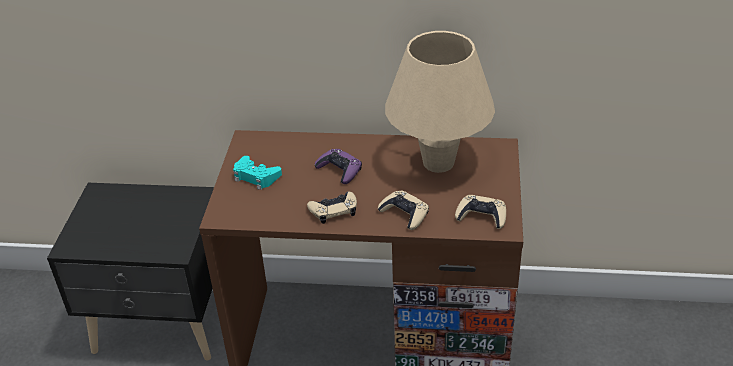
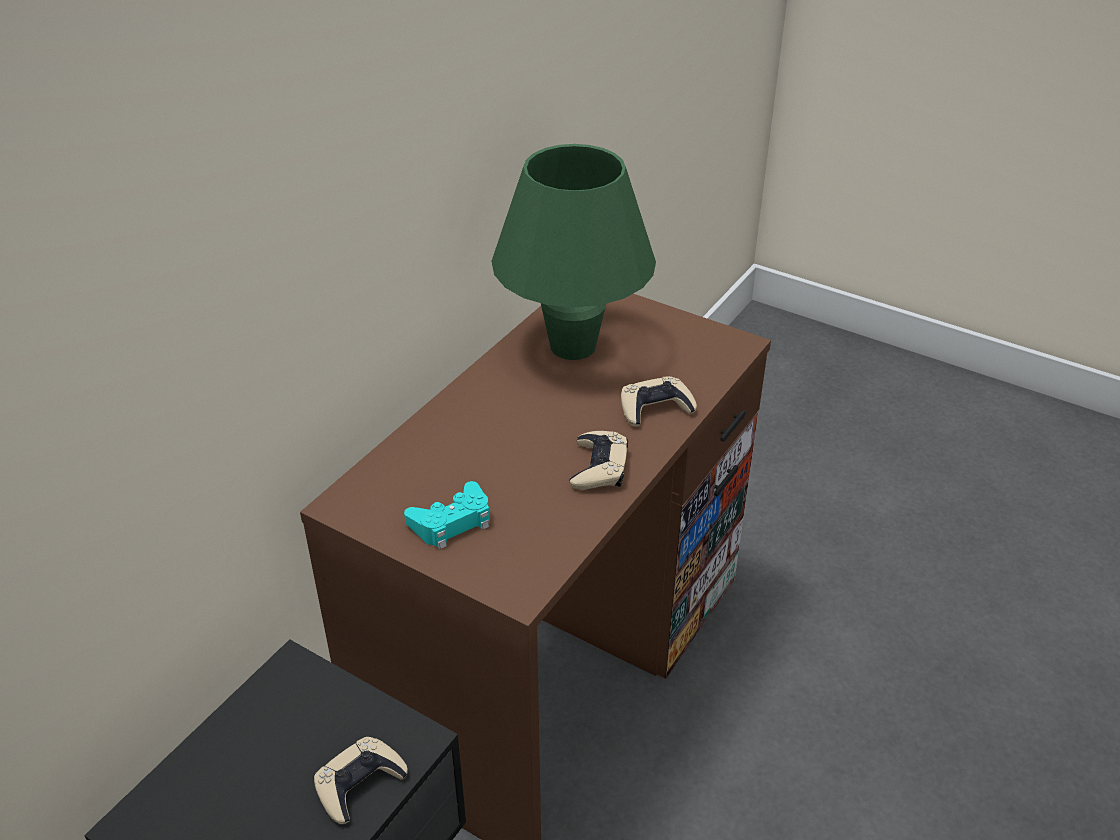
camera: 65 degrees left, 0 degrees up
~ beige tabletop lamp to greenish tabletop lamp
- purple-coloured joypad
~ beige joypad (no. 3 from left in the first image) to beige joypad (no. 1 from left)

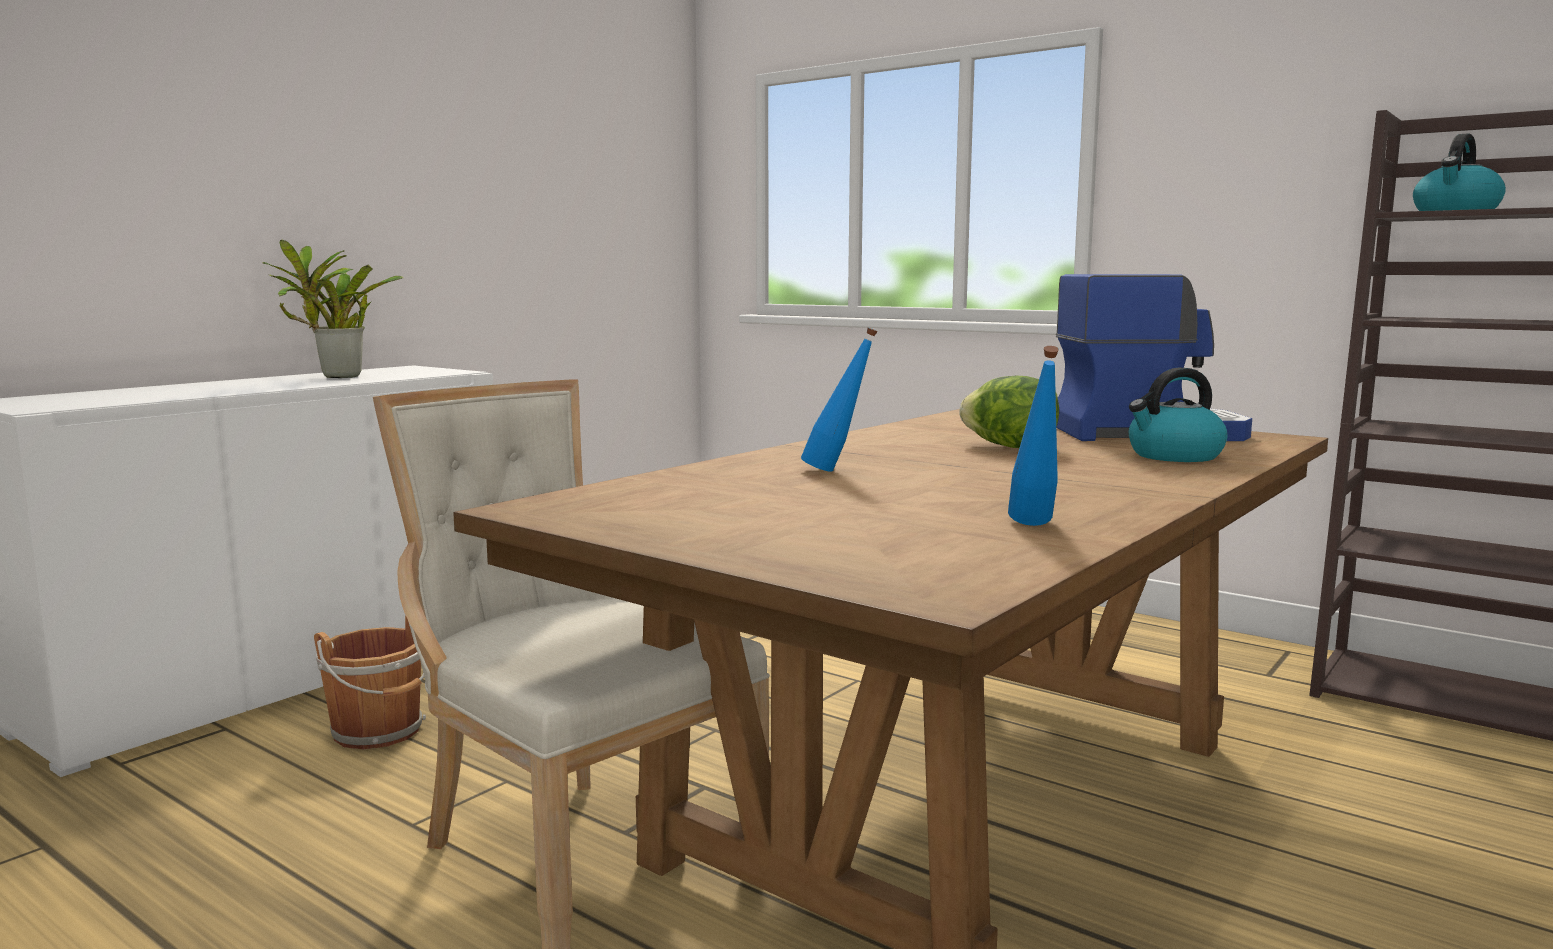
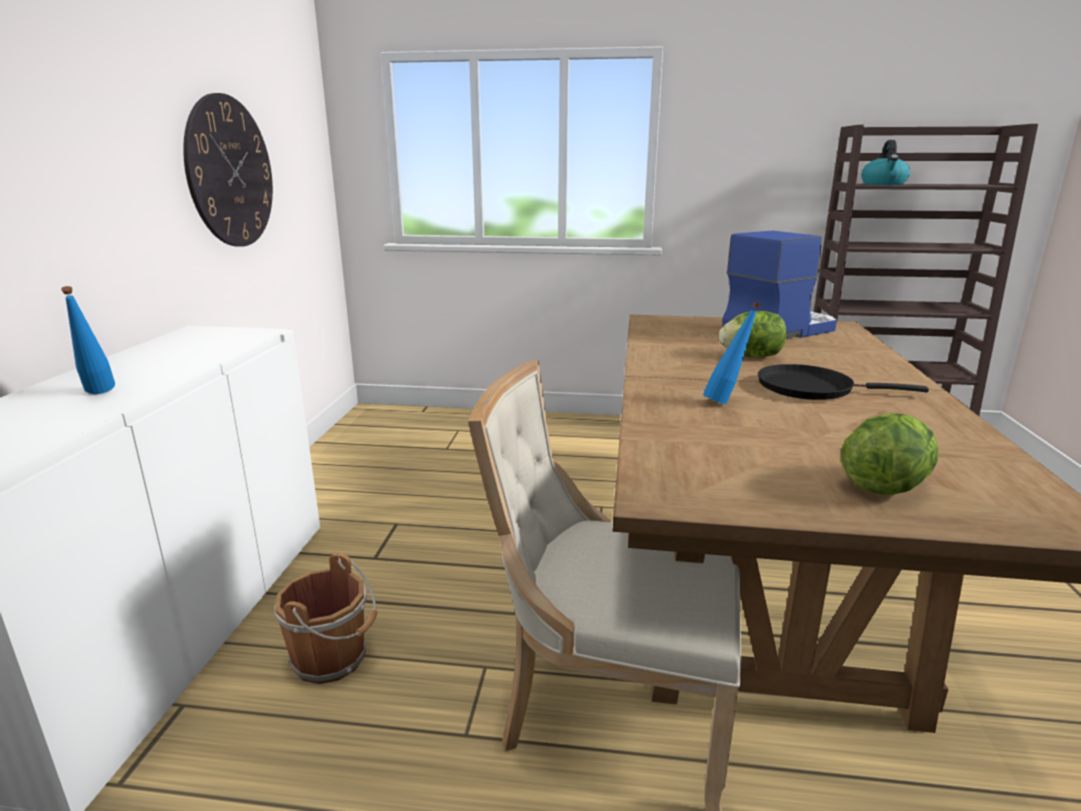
camera: 30 degrees left, 10 degrees up
- plant in a pot
~ bluish drink bottle (no. 2 from left in the first image) to bluish drink bottle (no. 1 from left)
- water kettle (no. 1 from left)
+ hanging clock
+ black-coloured frying pan
+ lettuce head (no. 2 from left)

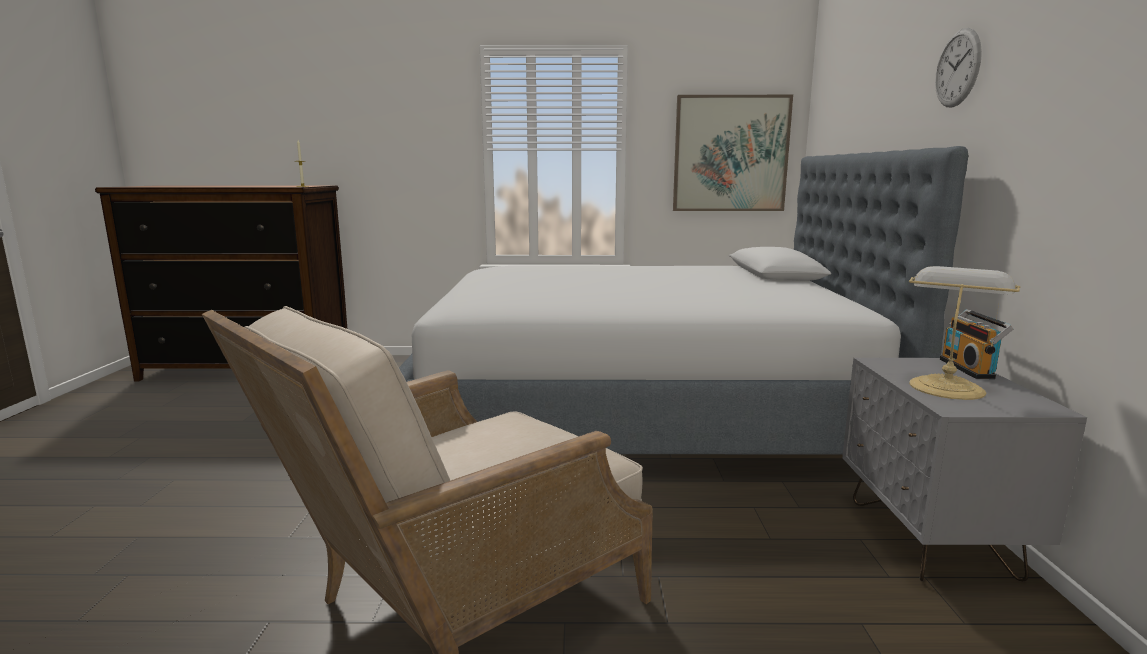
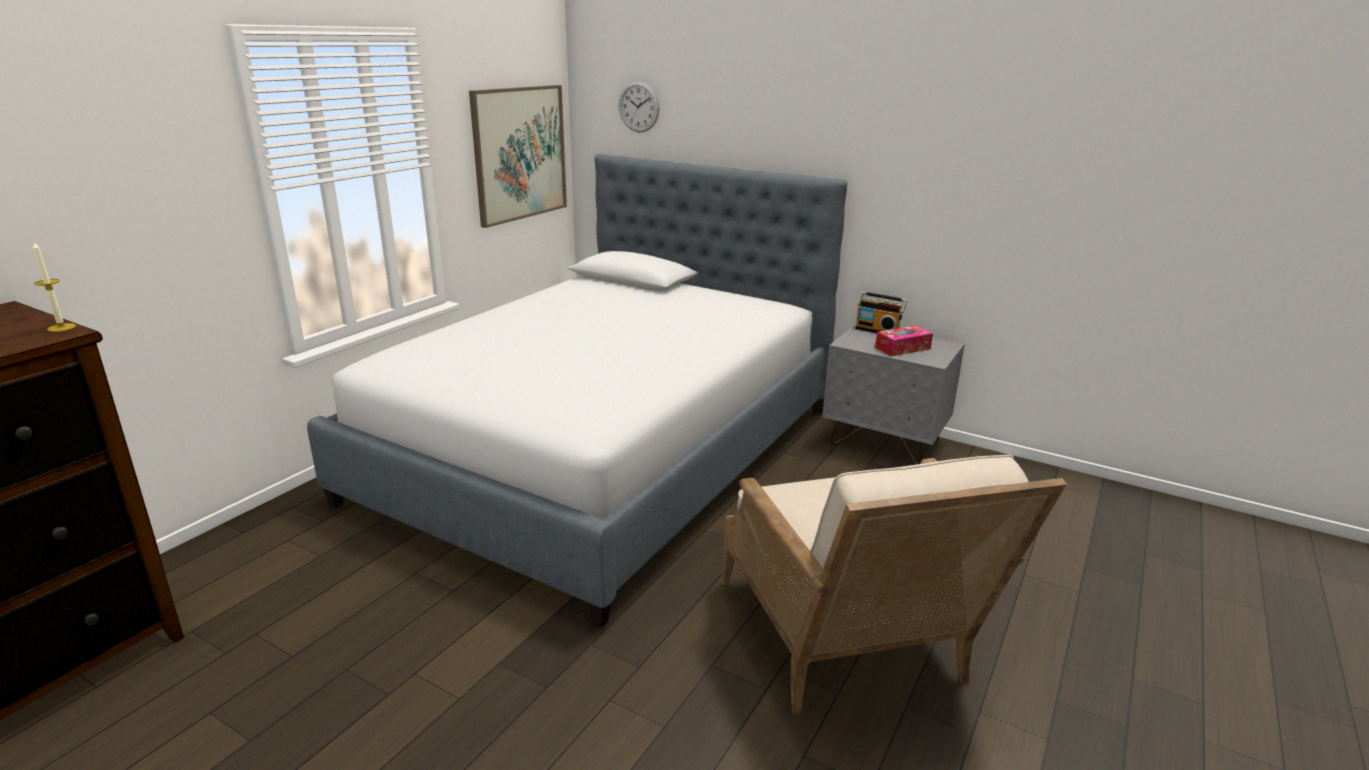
camera: 60 degrees left, 10 degrees up
~ hanging clock
~ tabletop lamp to tissue box

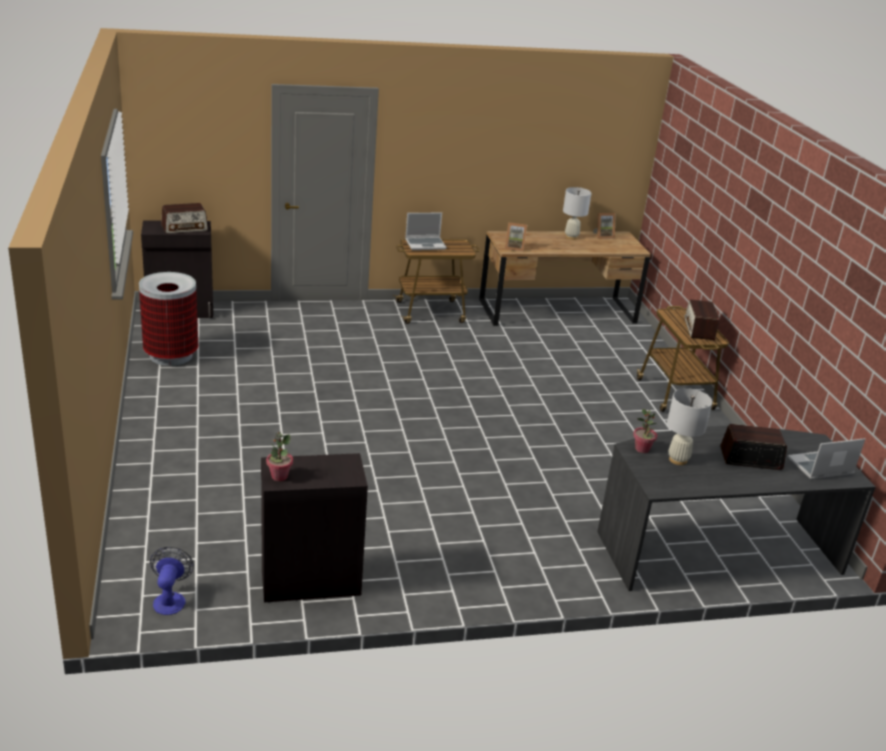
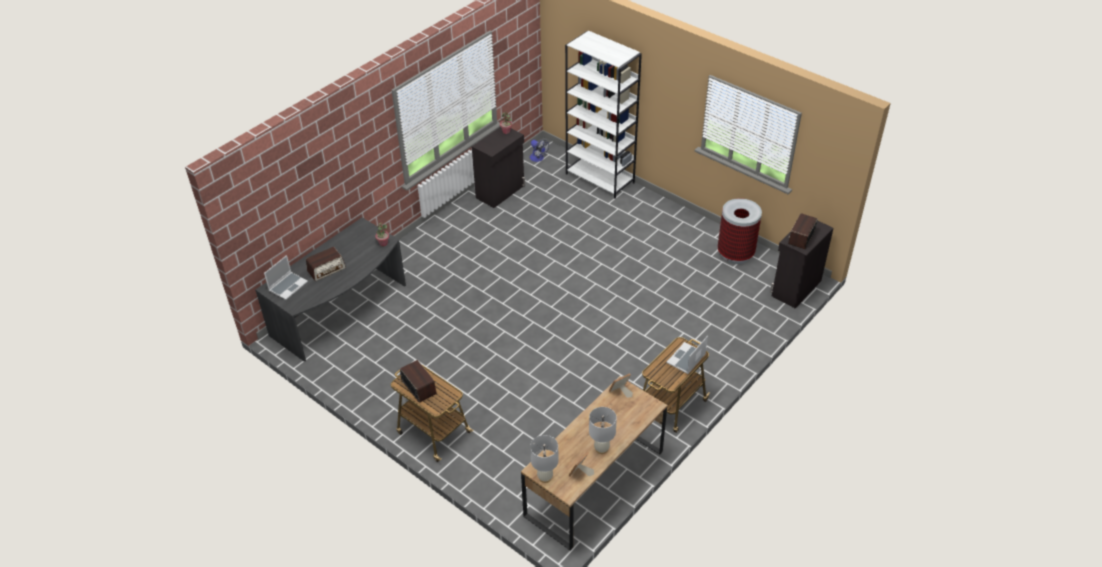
camera: 145 degrees right, 15 degrees up
~ whitish tabletop lamp (no. 2 from left in the first image) to whitish tabletop lamp (no. 1 from left)
+ whitish bookcase

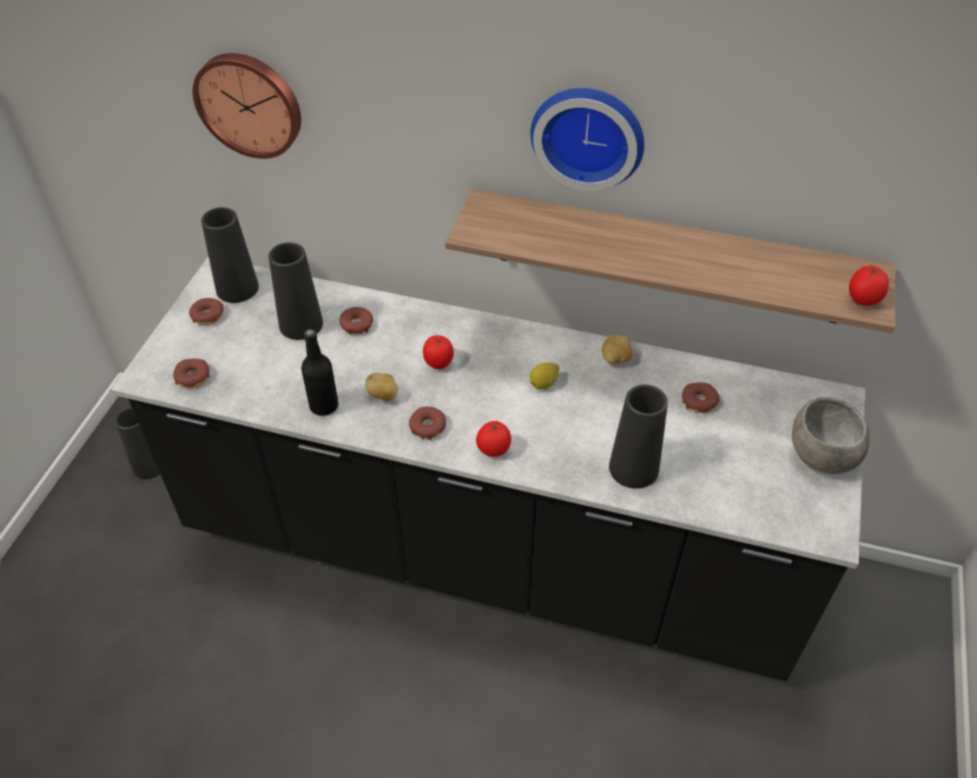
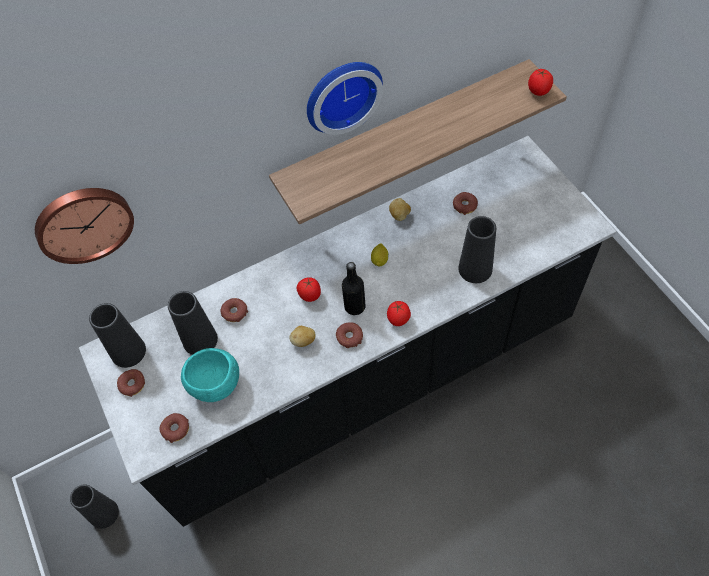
camera: 40 degrees left, 10 degrees up
~ black-coloured drink bottle
- greyish deep dish
+ blue-green deep dish

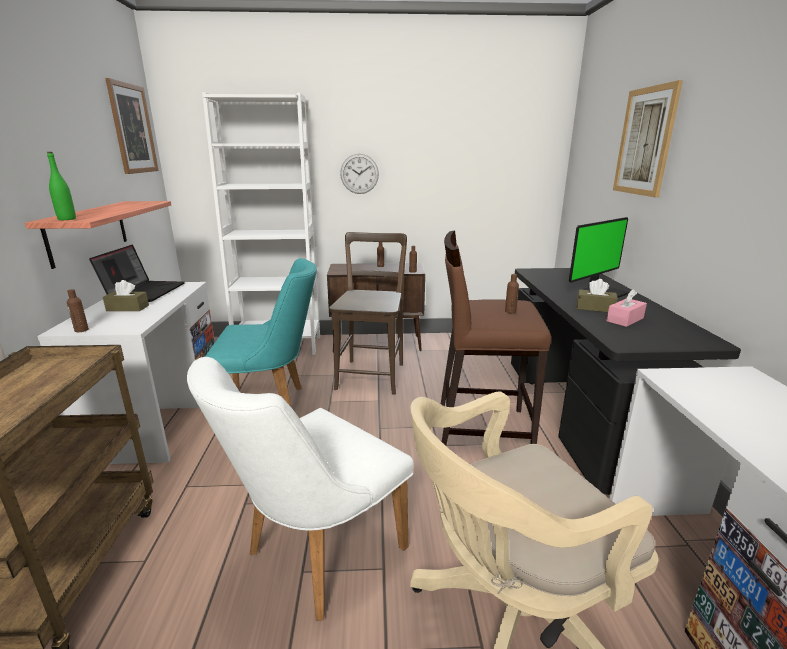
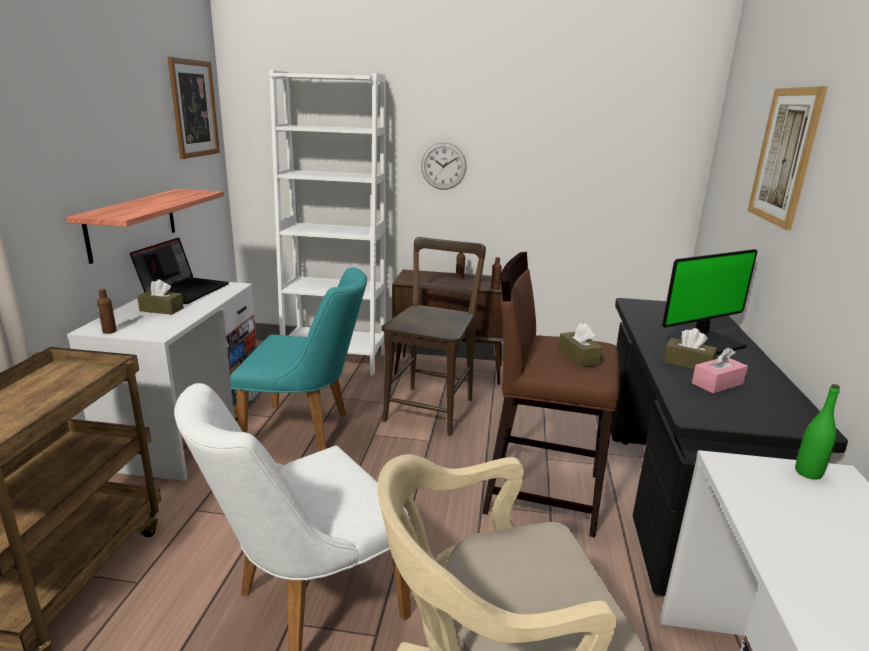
camera: 10 degrees right, 0 degrees up
~ greenish drink bottle
~ brown-coloured drink bottle (no. 4 from left) to brown-coloured tissue box (no. 2 from left)

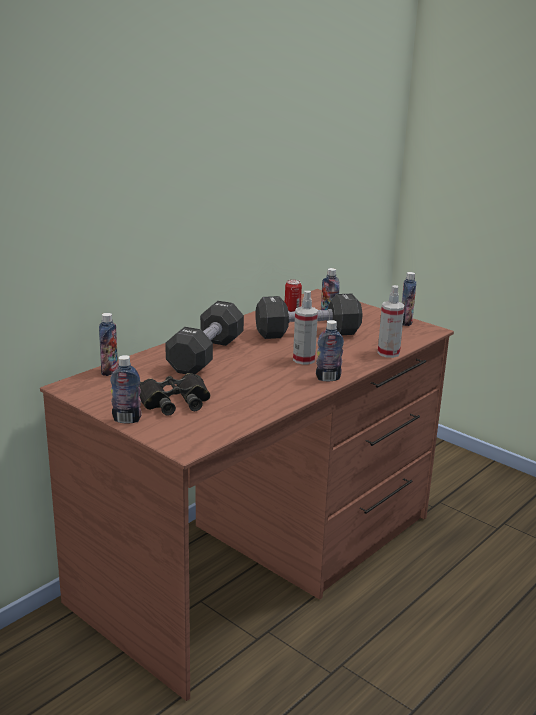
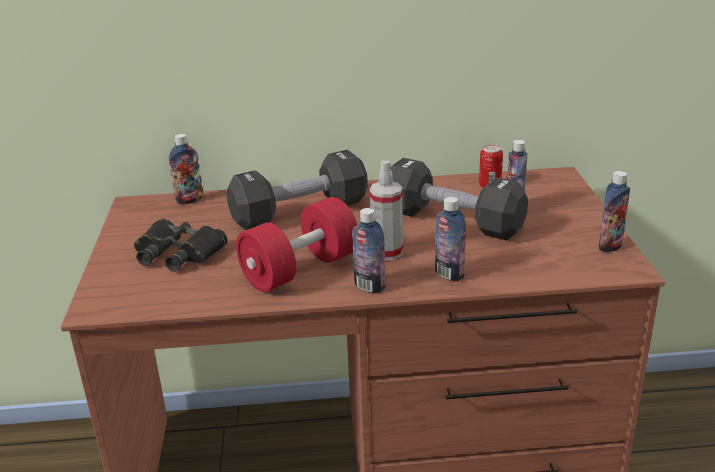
camera: 45 degrees right, 5 degrees up
- hand sprayer (no. 2 from left)
~ drink bottle (no. 2 from left in the first image) to drink bottle (no. 3 from left)
+ red-coloured dumbbell

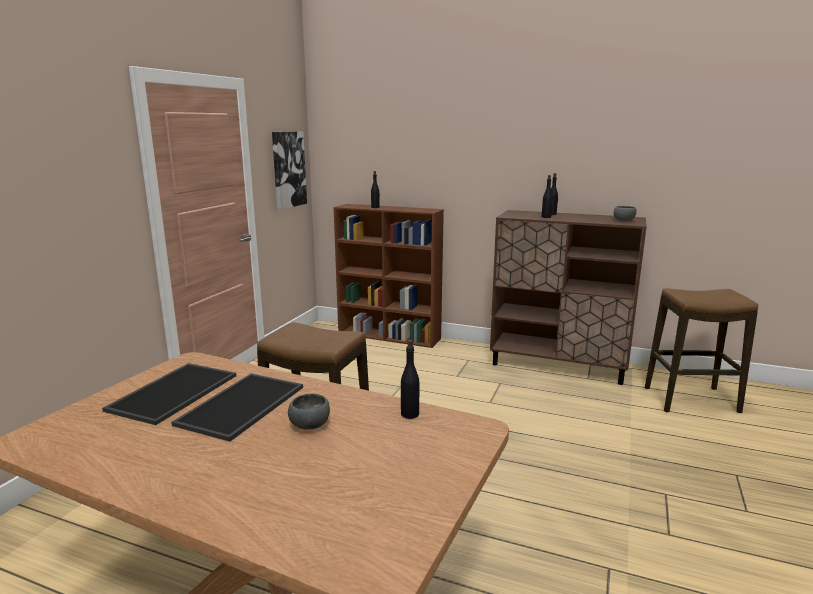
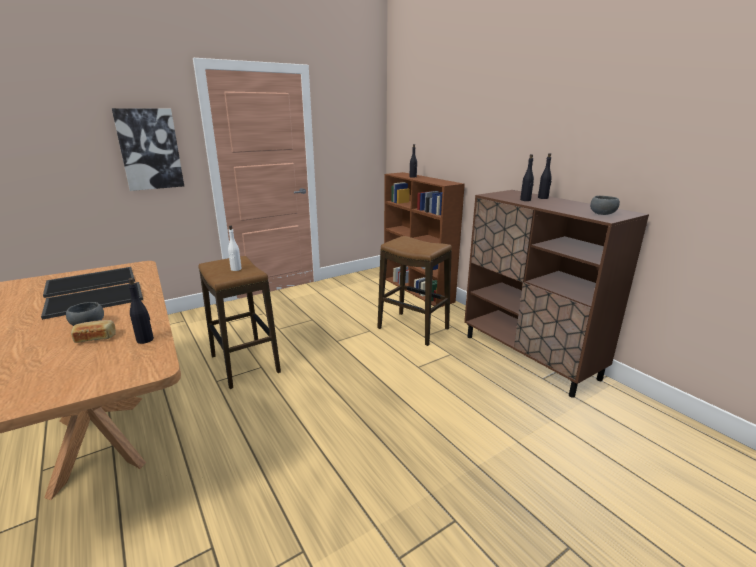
camera: 35 degrees right, 5 degrees up
~ picture
~ stool (no. 2 from left)
+ whitish drink bottle
+ baked bread

